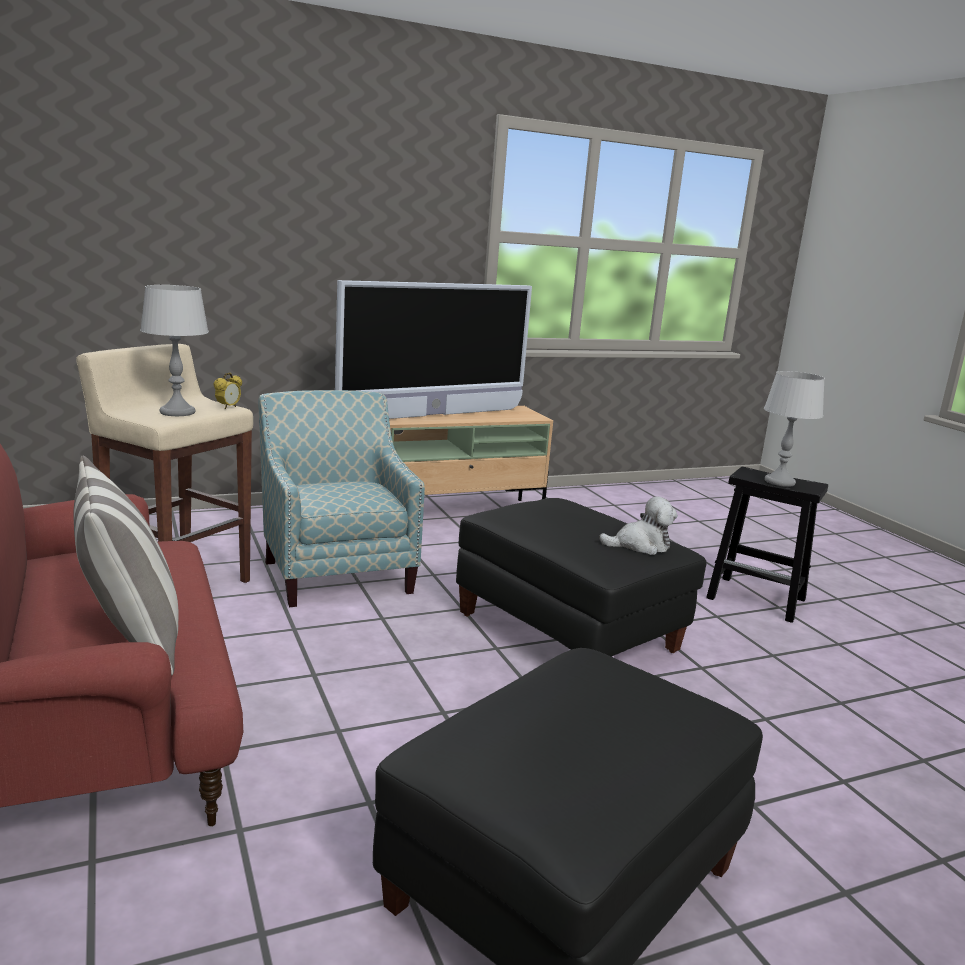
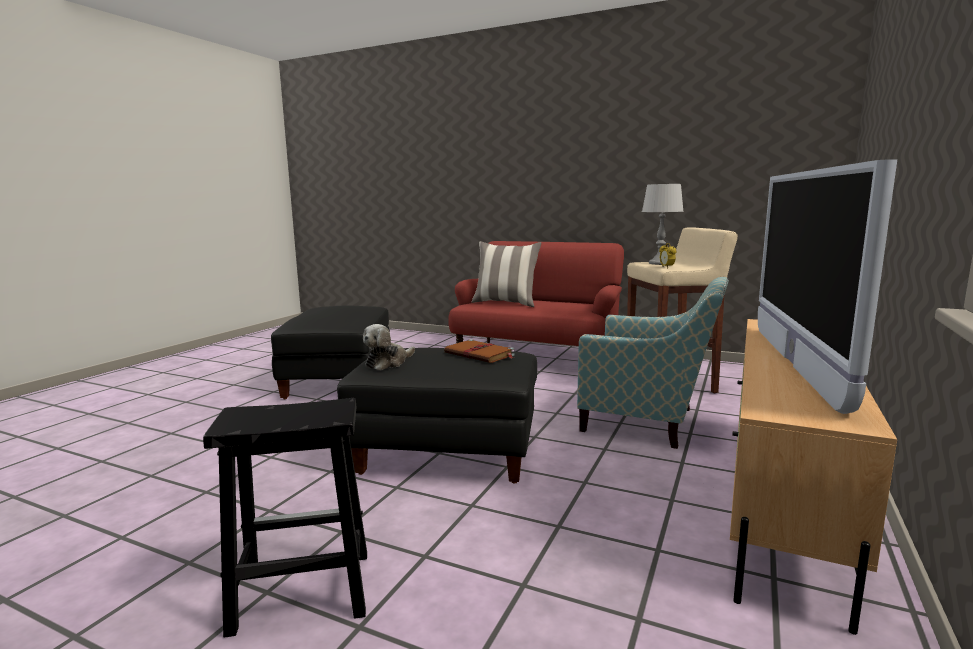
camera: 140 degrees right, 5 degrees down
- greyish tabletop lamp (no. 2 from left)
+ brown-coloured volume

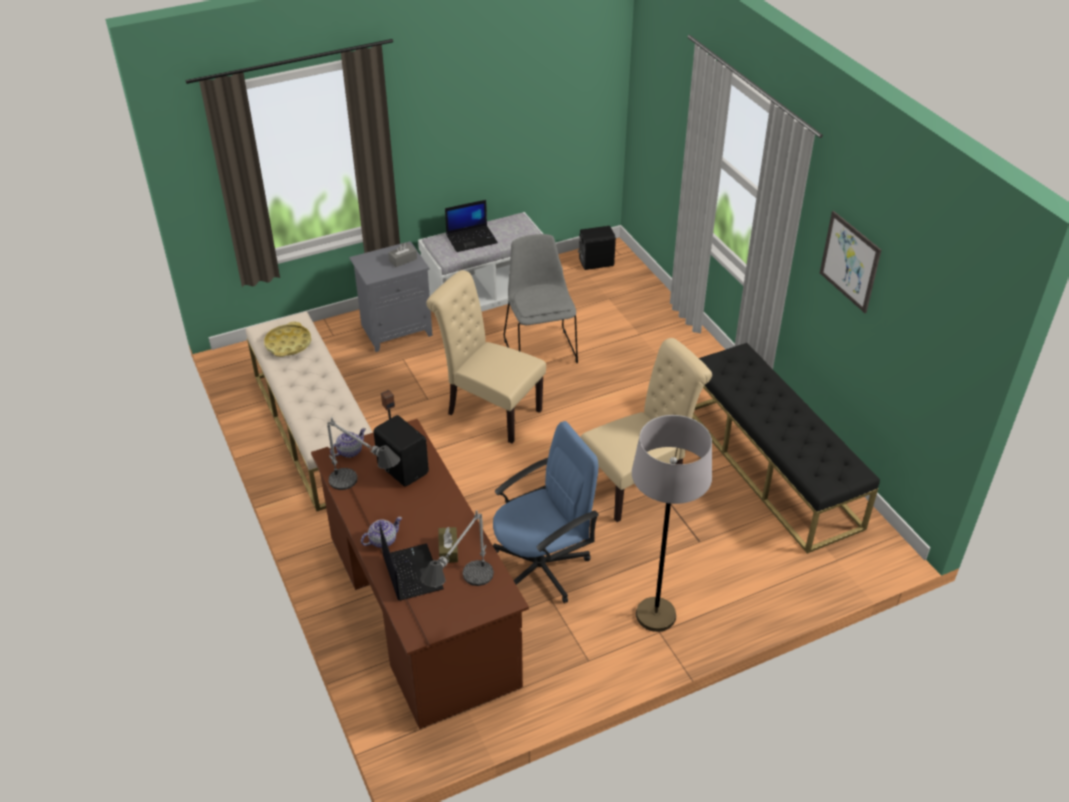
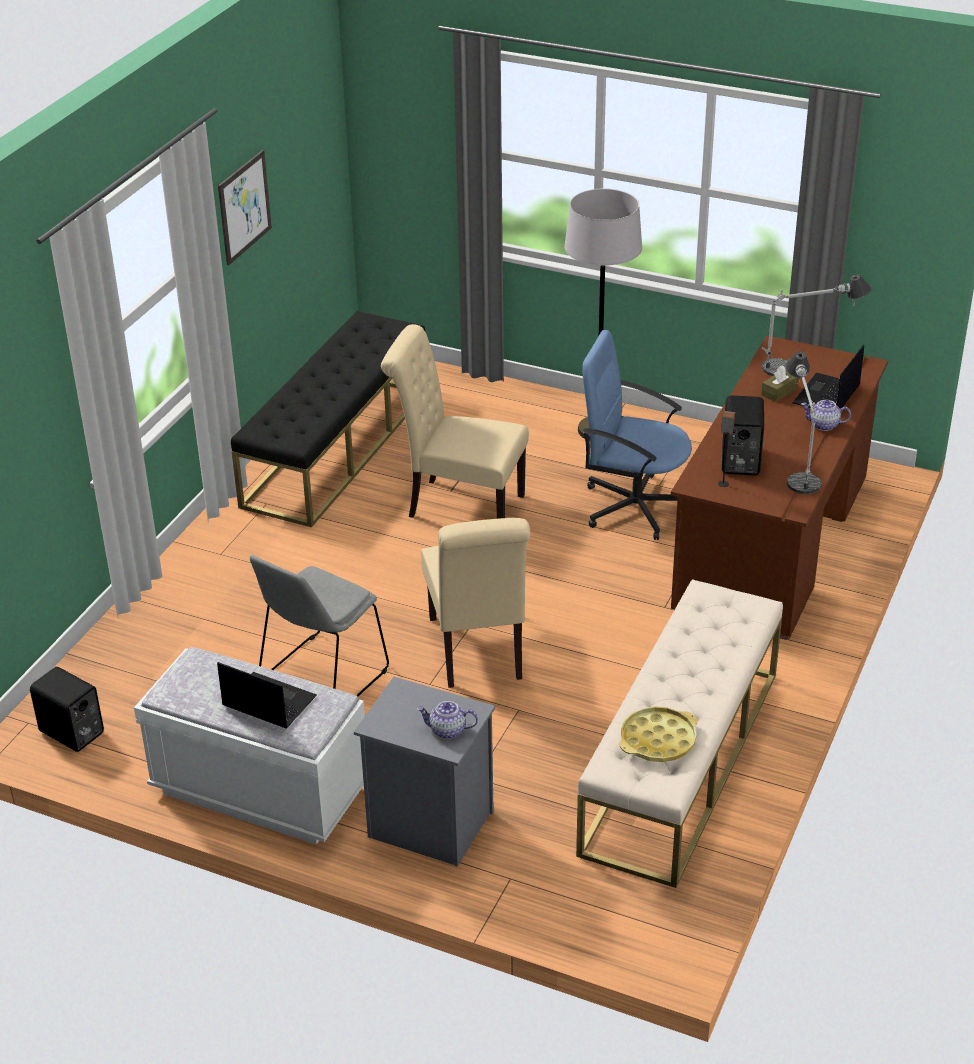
camera: 130 degrees left, 5 degrees down
- greyish tissue box
~ pot for tea (no. 1 from left)

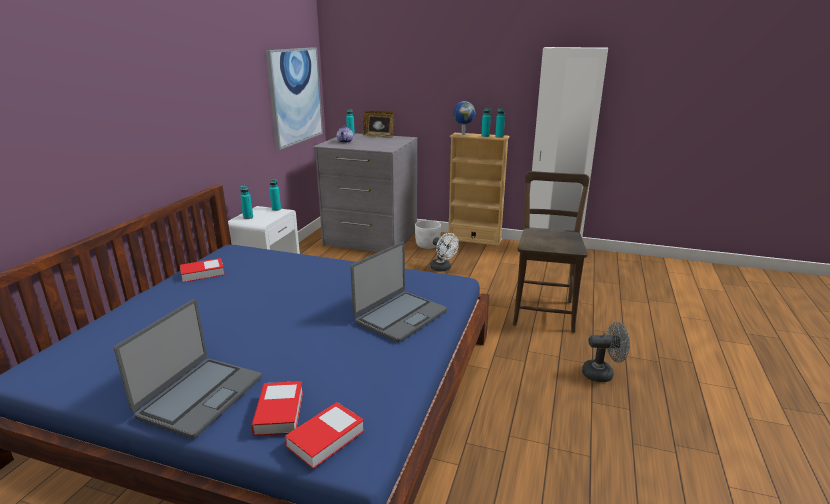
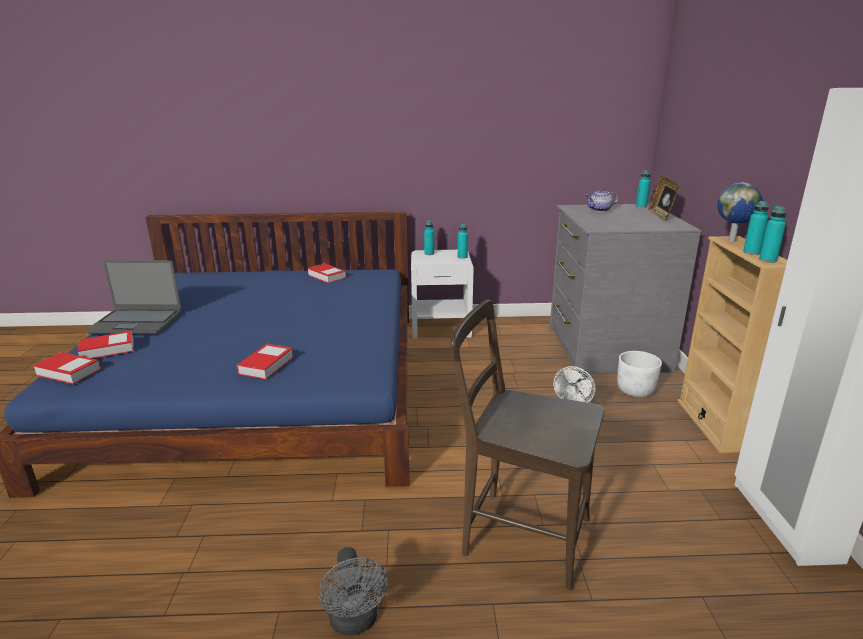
camera: 70 degrees right, 0 degrees up
- picture
~ brown-coloured plain chair 150 degrees counterclockwise
~ notebook computer (no. 2 from left) to volume (no. 3 from left)

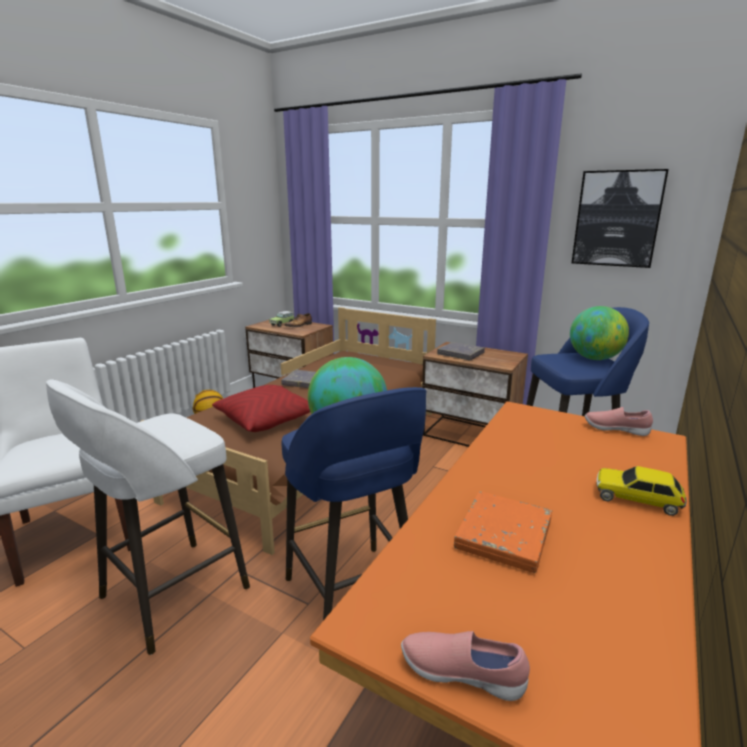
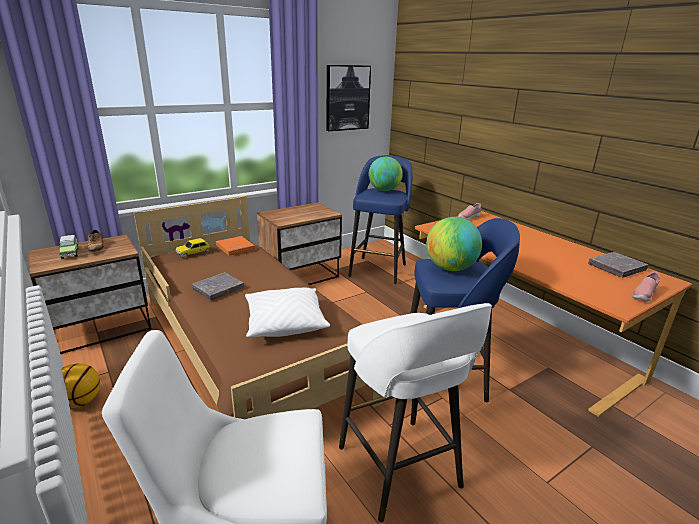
camera: 65 degrees left, 5 degrees up
~ greyish volume (no. 2 from left)
~ red-coloured pillow to whitish pillow
~ miniature car (no. 2 from left)
~ orange volume

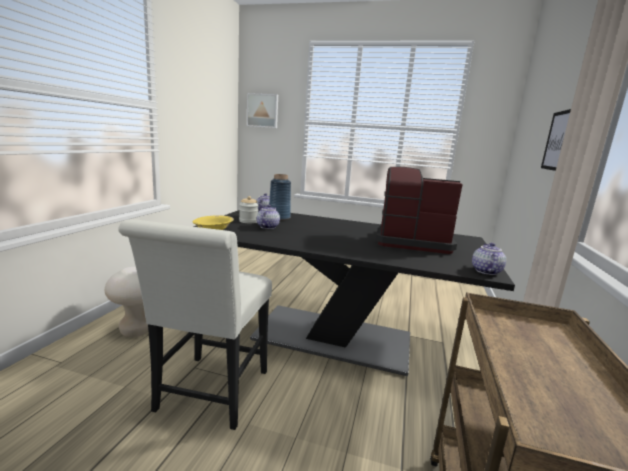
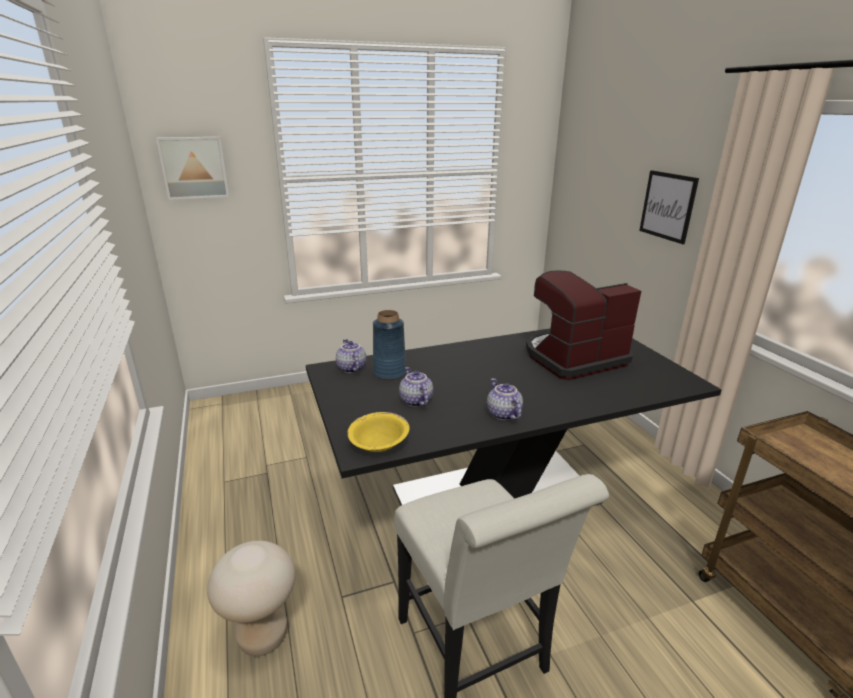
camera: 35 degrees left, 10 degrees up
- storage jar
~ pot for tea (no. 3 from left)

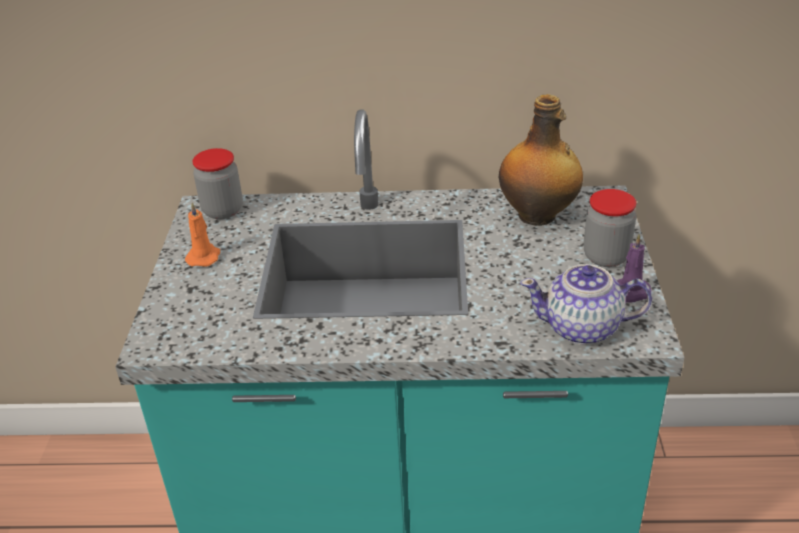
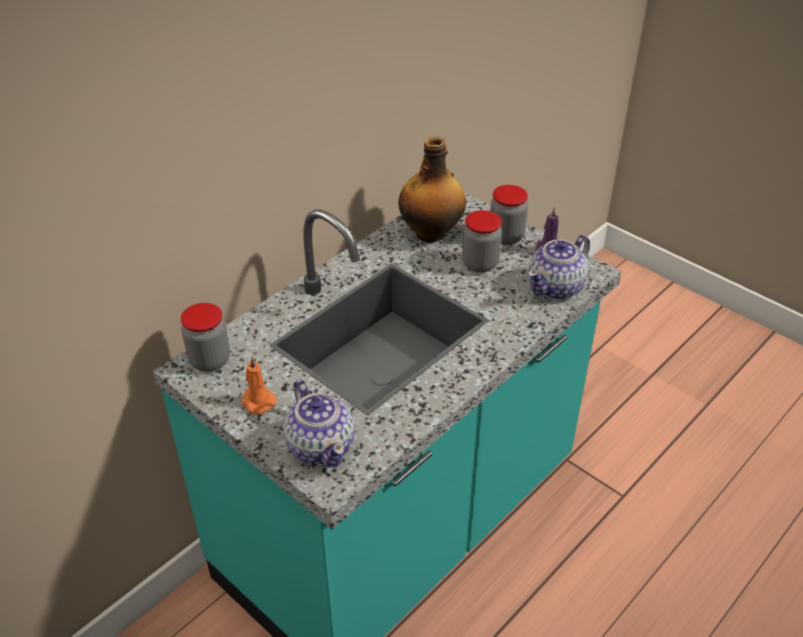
camera: 50 degrees left, 5 degrees up
+ storage jar (no. 2 from left)
+ pot for tea (no. 1 from left)

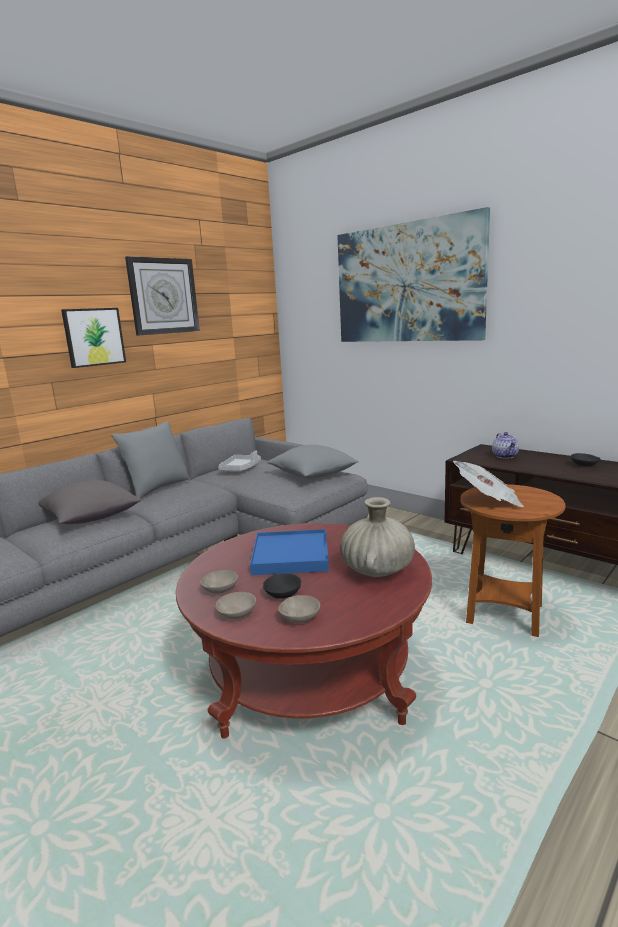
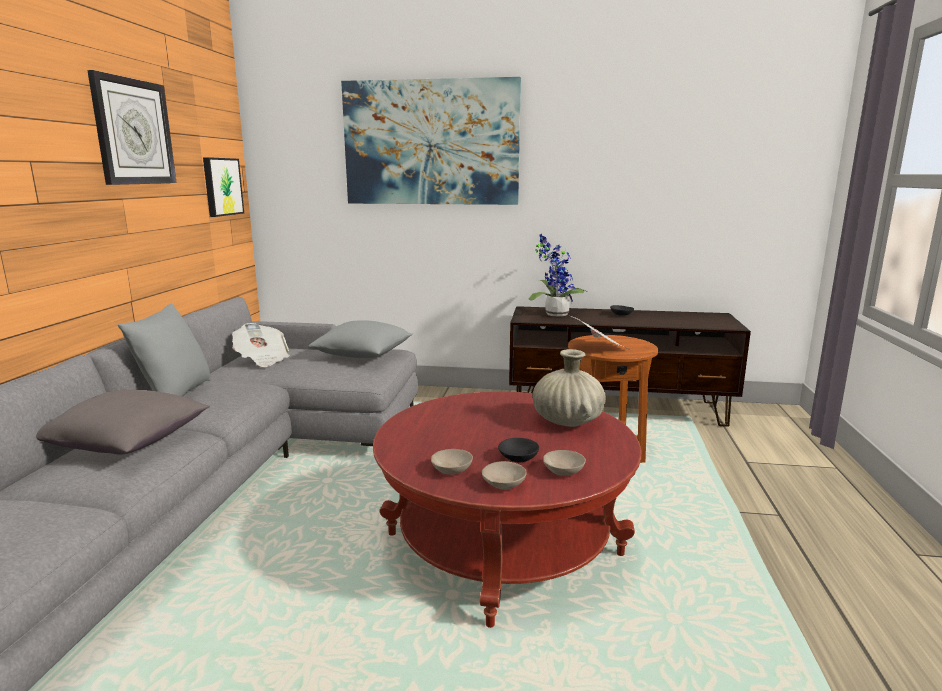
camera: 35 degrees left, 0 degrees up
~ picture (no. 1 from left)
~ pot for tea to plant in a pot
~ greyish serving tray to newspaper (no. 1 from left)
- bluish serving tray

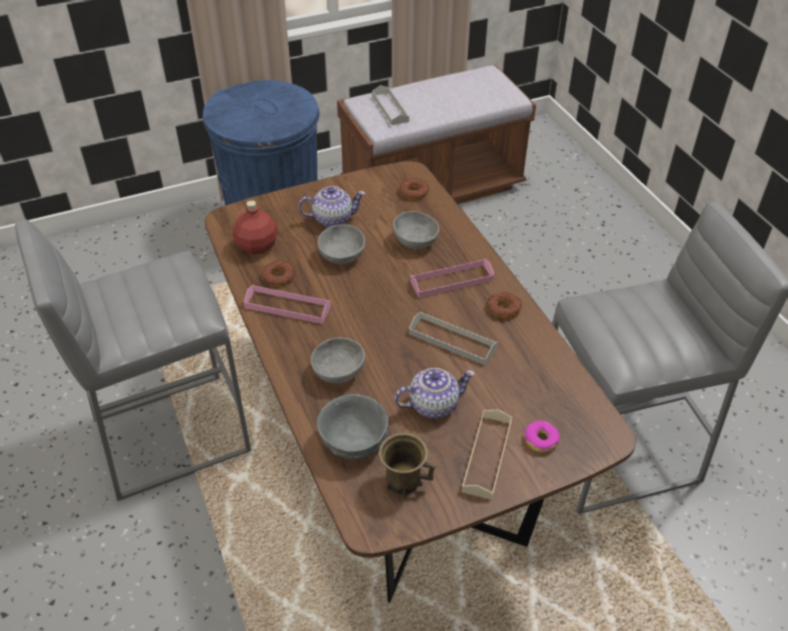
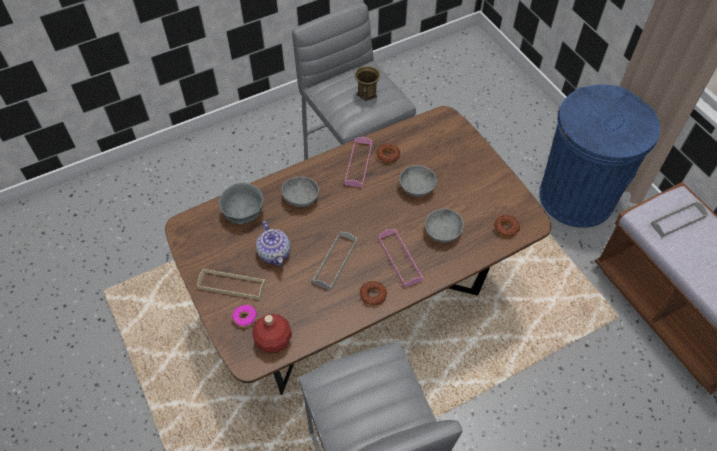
camera: 85 degrees right, 10 degrees up
- pot for tea (no. 1 from left)
~ red-coloured drink bottle
~ brown-coloured tea mug

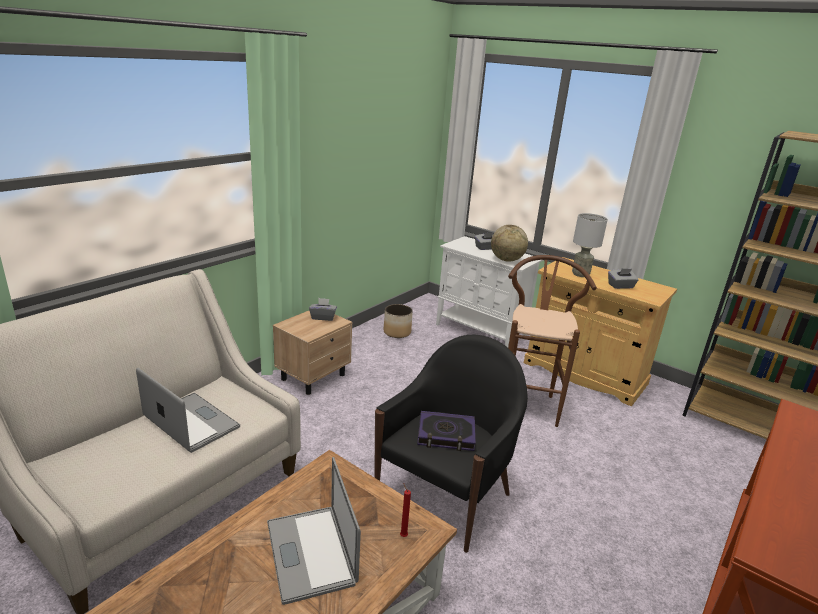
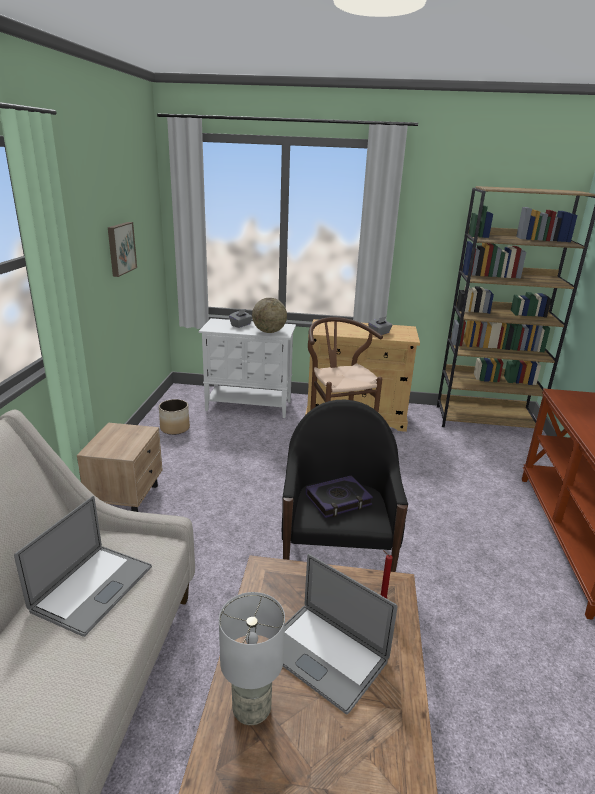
camera: 30 degrees left, 0 degrees up
~ greyish tabletop lamp
- greyish tissue box (no. 1 from left)
~ notebook computer (no. 1 from left) 105 degrees clockwise
+ picture

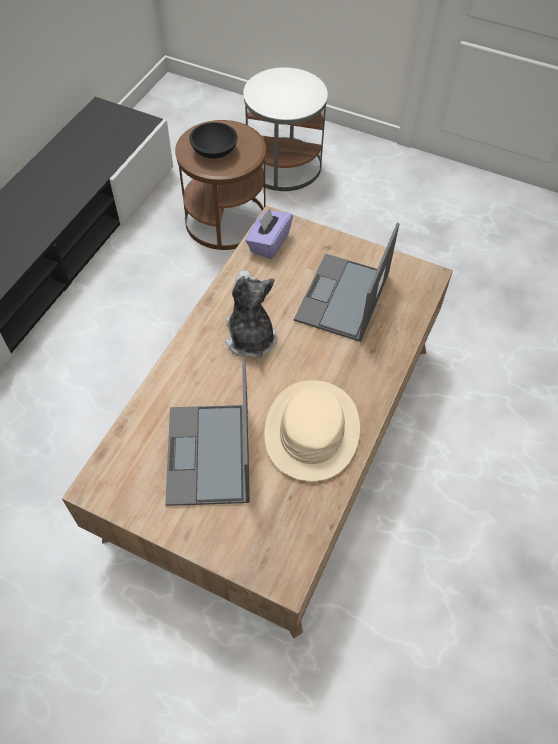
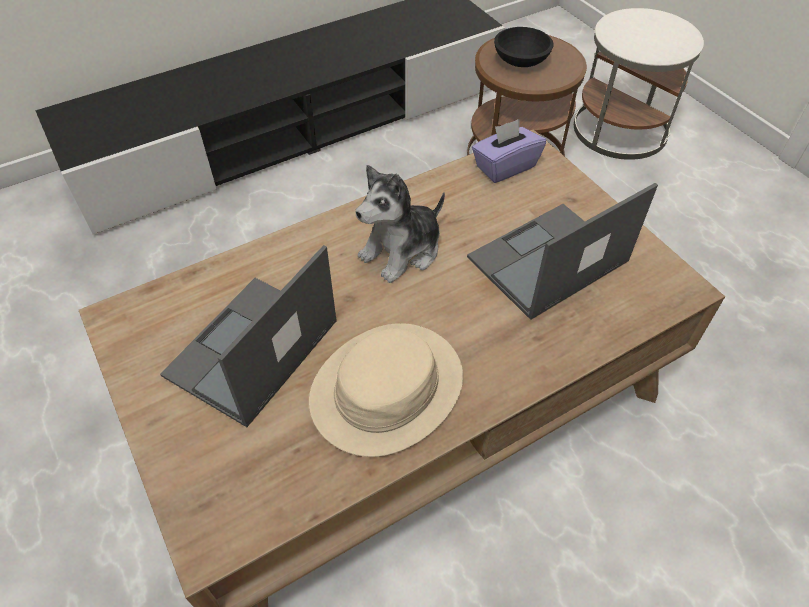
camera: 35 degrees right, 5 degrees down
~ plush toy 150 degrees counterclockwise

